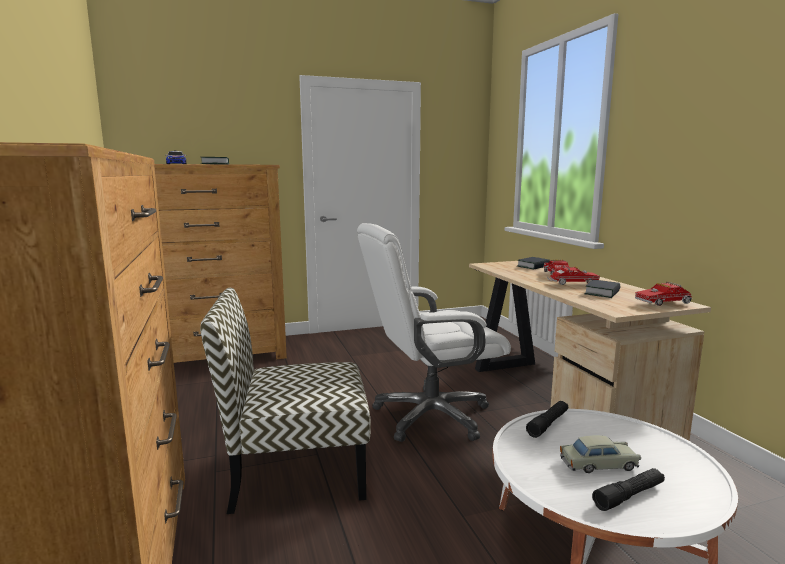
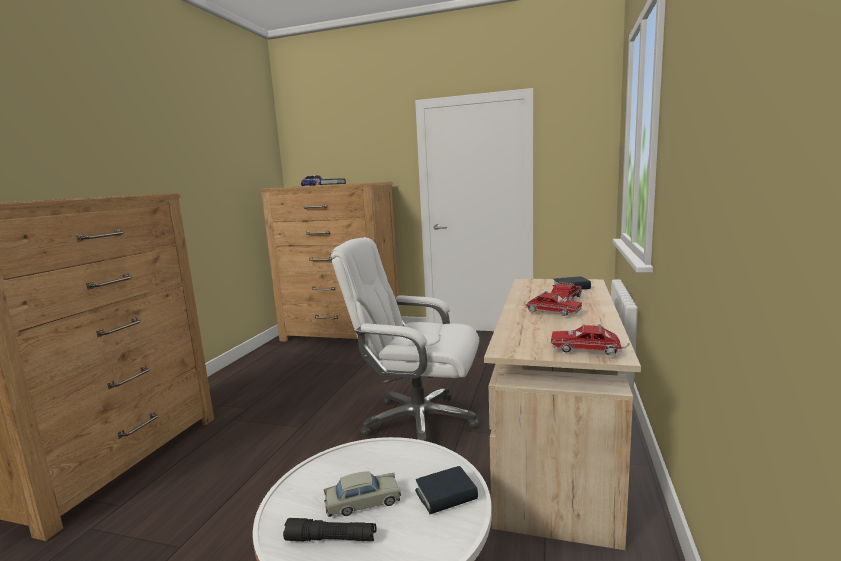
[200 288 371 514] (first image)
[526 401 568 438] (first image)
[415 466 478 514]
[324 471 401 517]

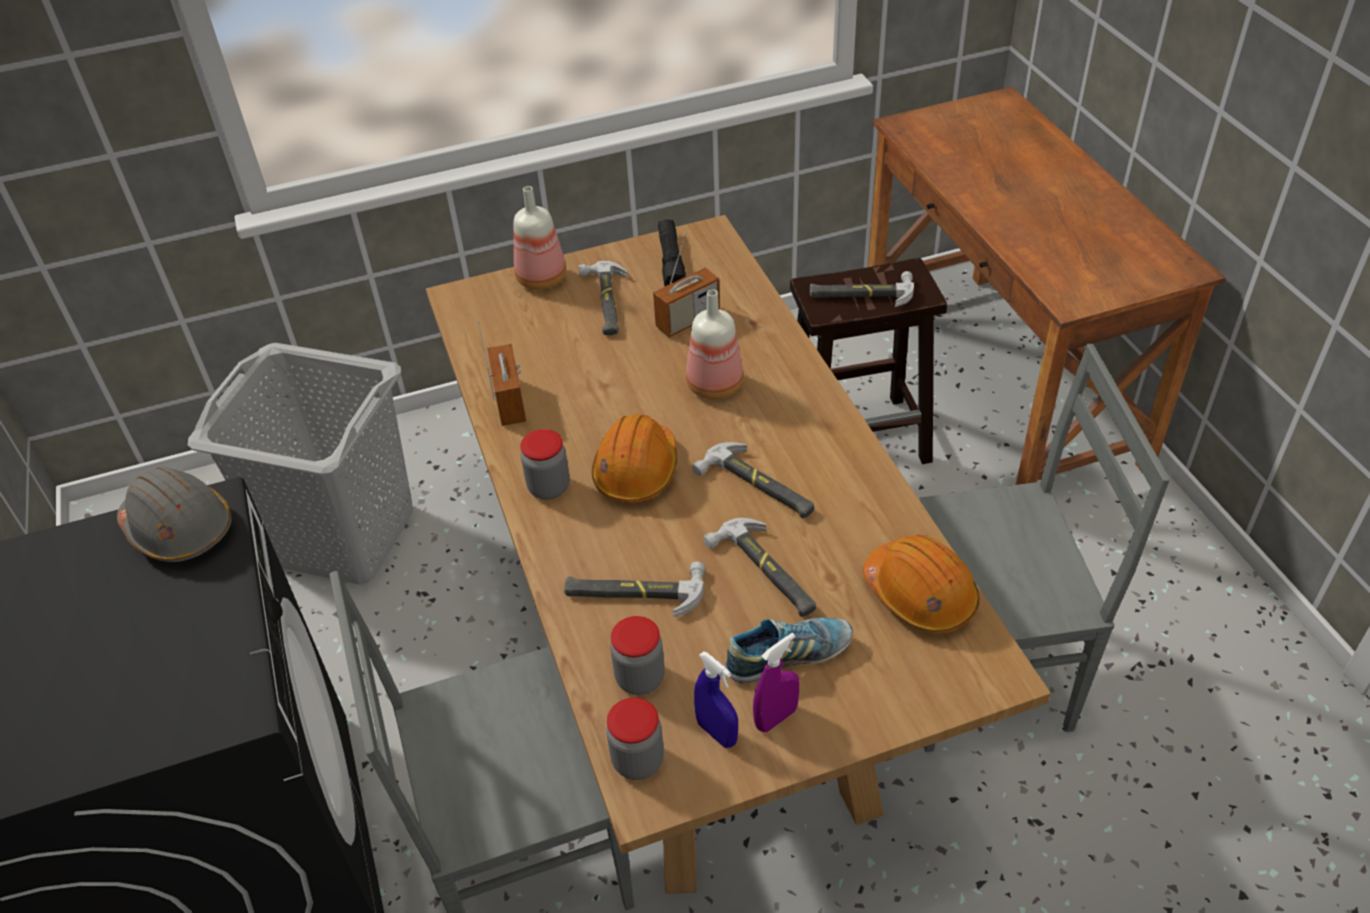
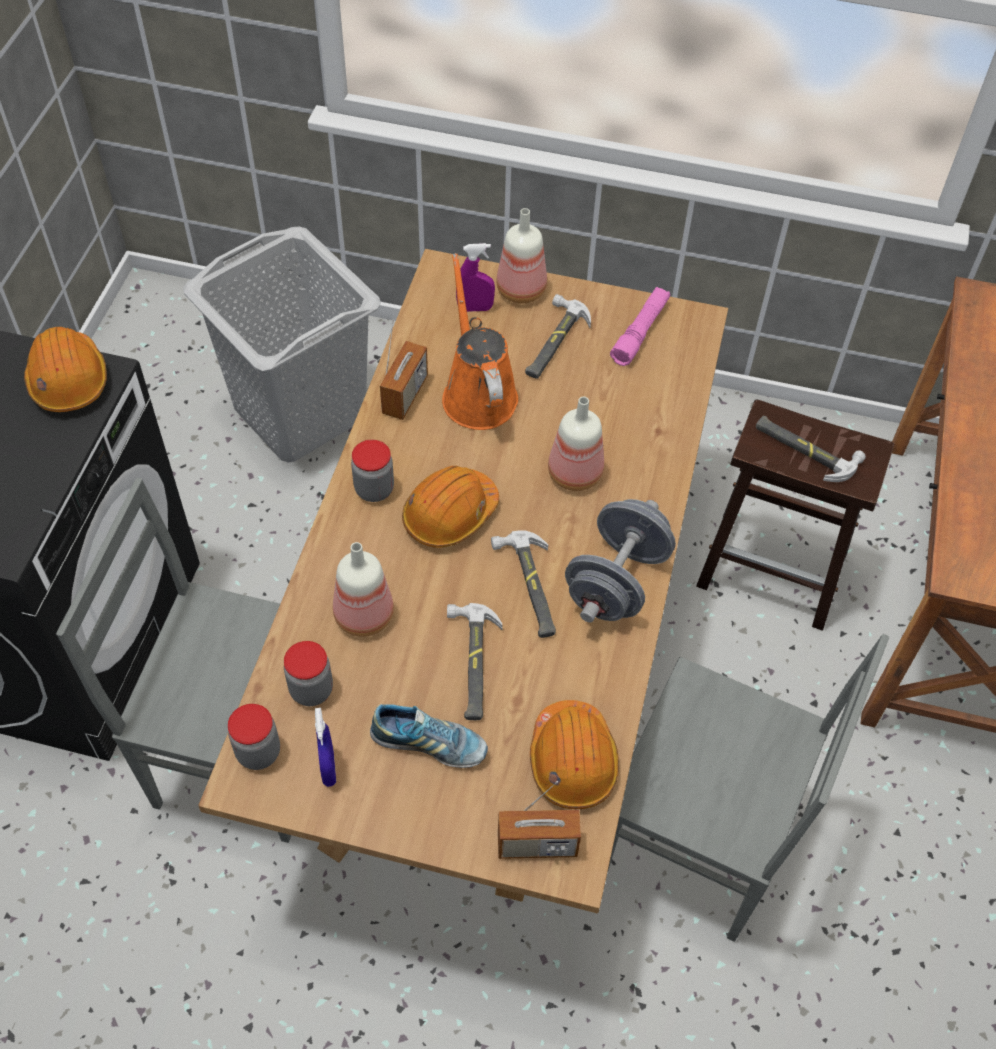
[442 253 518 430]
[565 499 676 622]
[498 781 581 859]
[456 243 495 312]
[333 542 394 637]
[24 327 107 412]
[610 287 670 366]

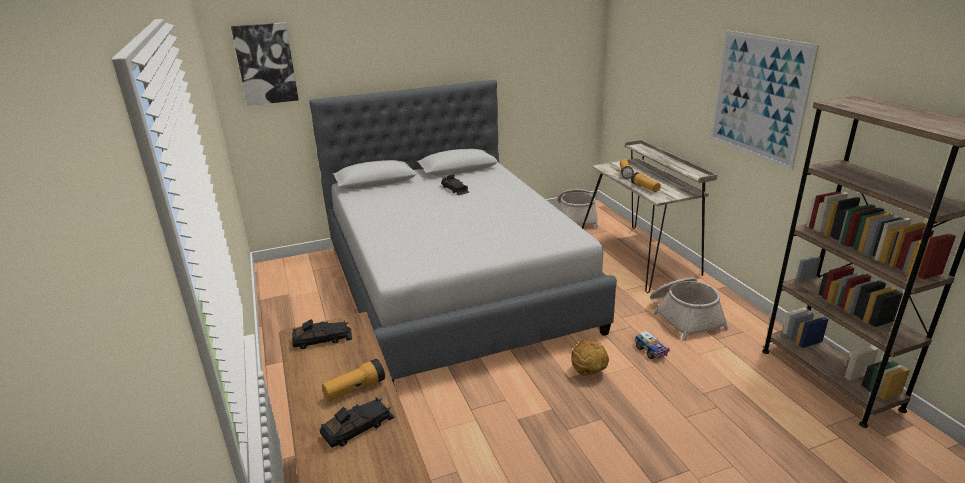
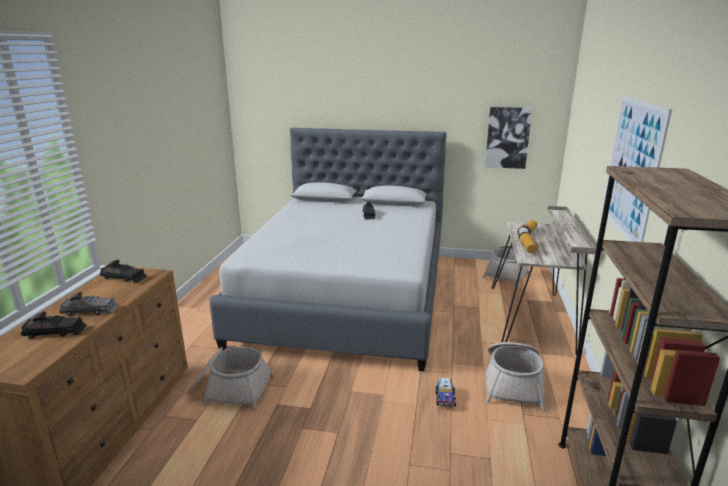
[571 340 609 376] (first image)
[187 347 274 411]
[485 107 532 169]
[59 292 119 316]

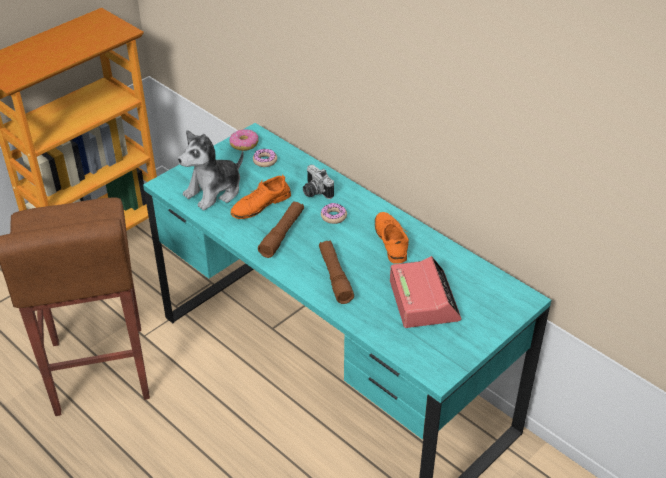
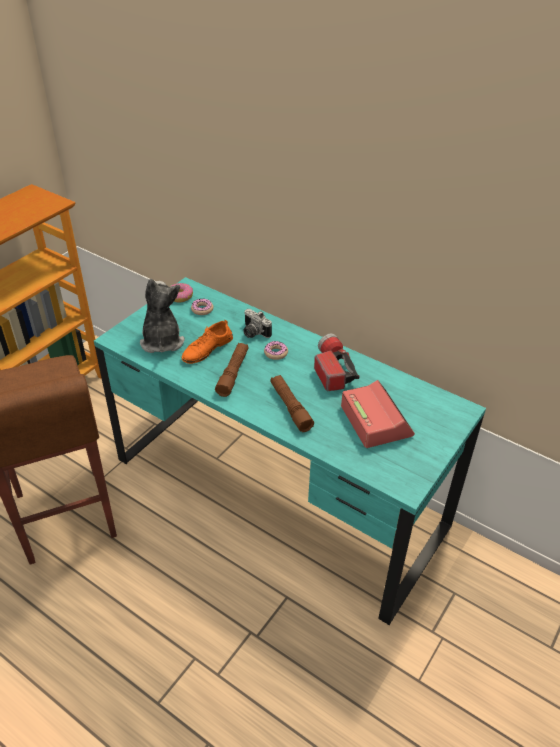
[314 334 359 391]
[140 279 185 353]

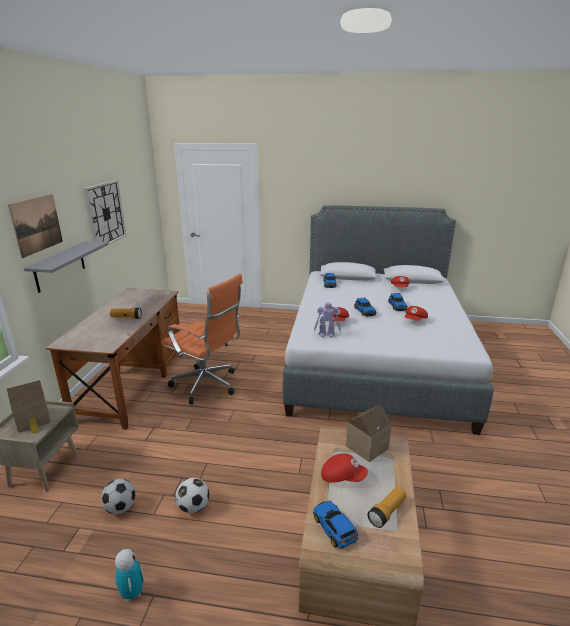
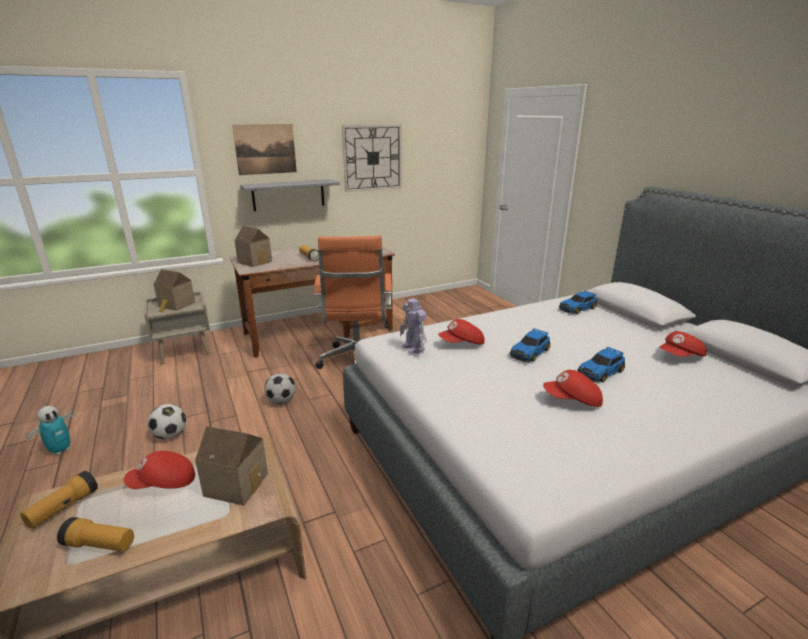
[234 226 272 267]
[265 373 296 404]
[20 471 98 529]
[124 451 195 489]

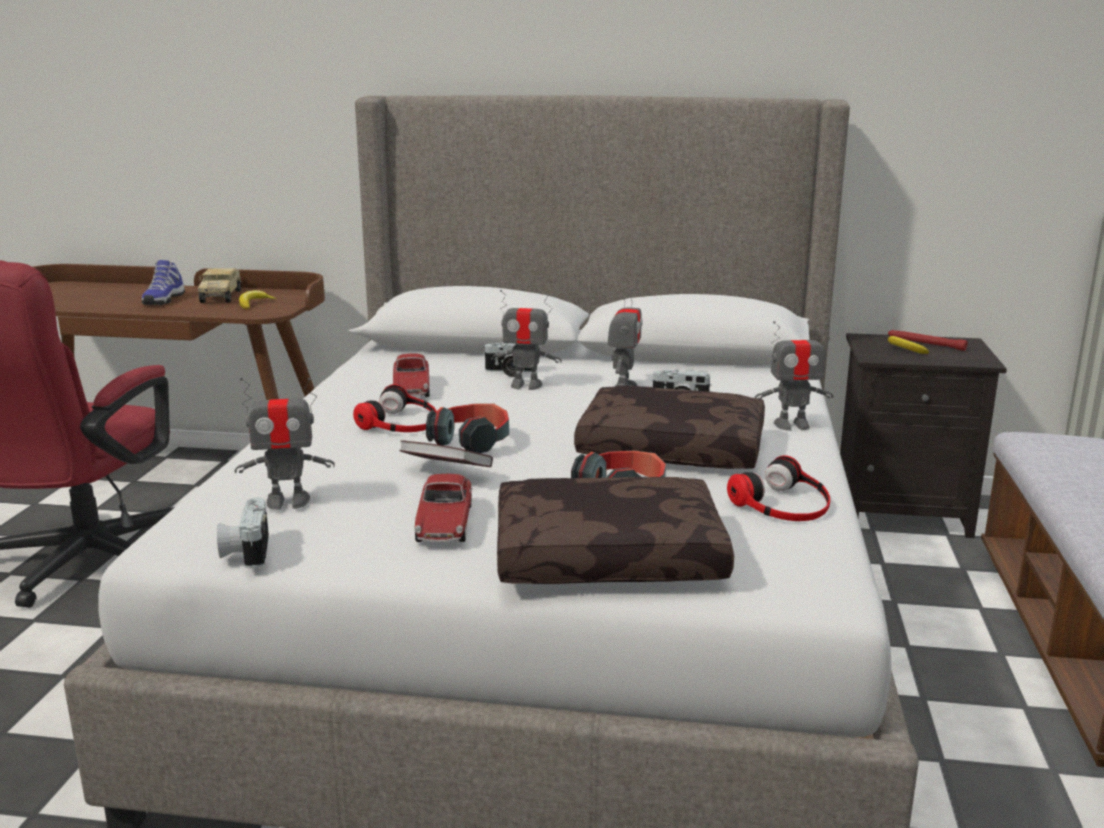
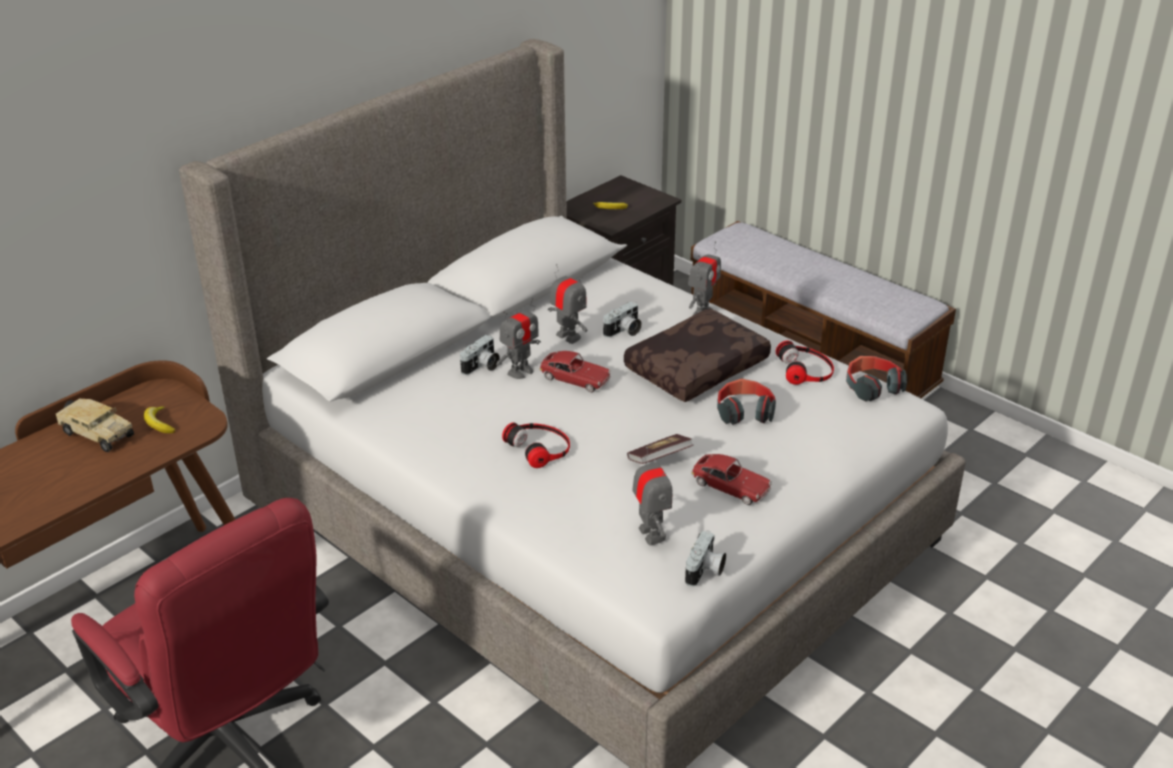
[142 260 185 305] (first image)
[497 477 734 584] (first image)
[888 330 967 351] (first image)
[539 351 611 392]
[846 356 907 401]
[685 531 726 587]
[632 447 672 546]

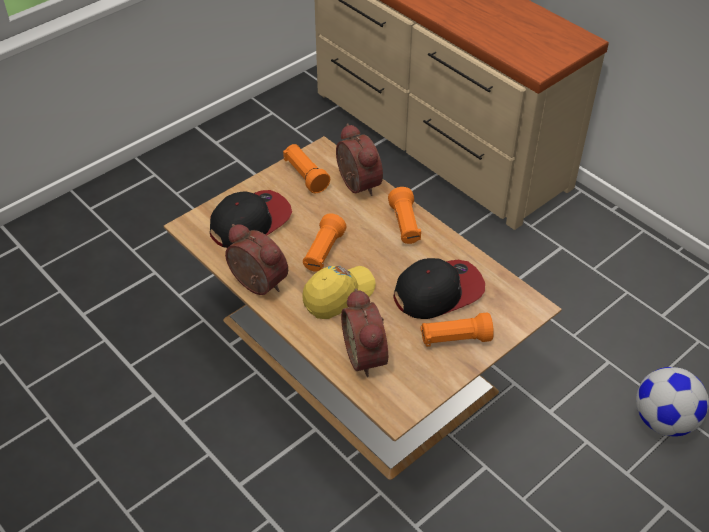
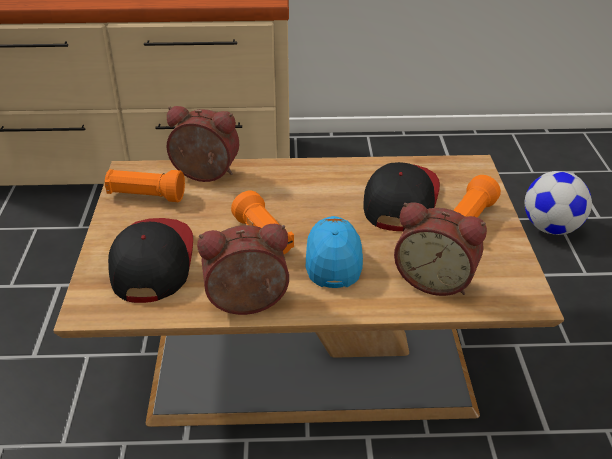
[388 187 421 244] (first image)
[306 216 363 288]

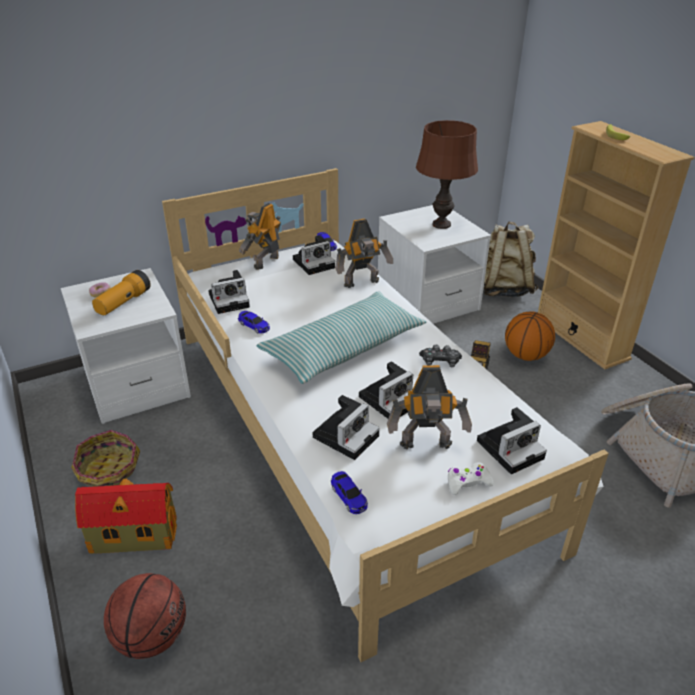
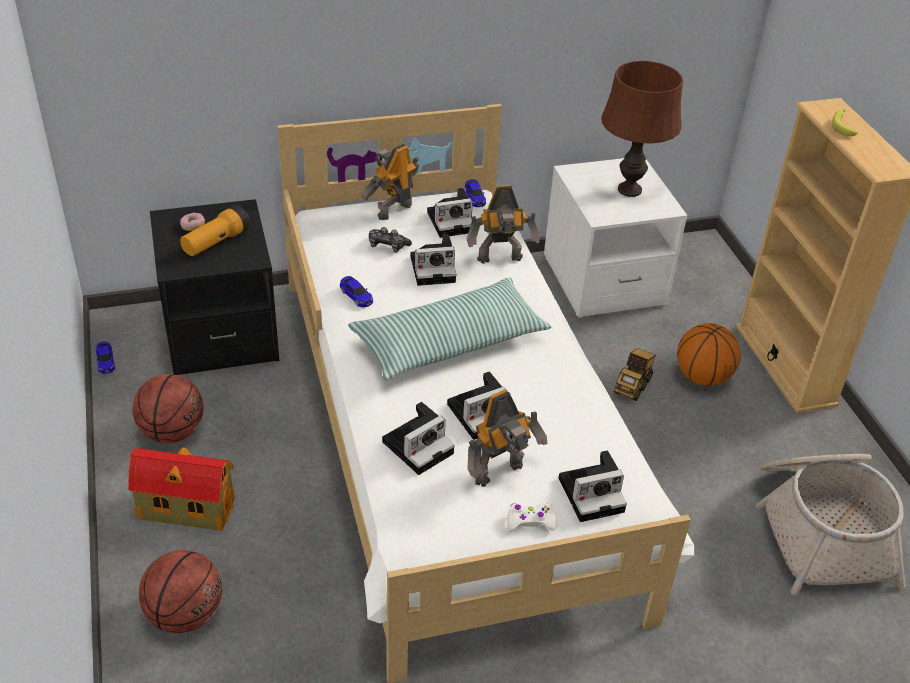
[484 222 538 297] (first image)
[411 234 456 286]
[96 342 115 374]
[369 227 412 252]
[132 374 204 443]
[150 199 279 375]
[468 389 547 487]

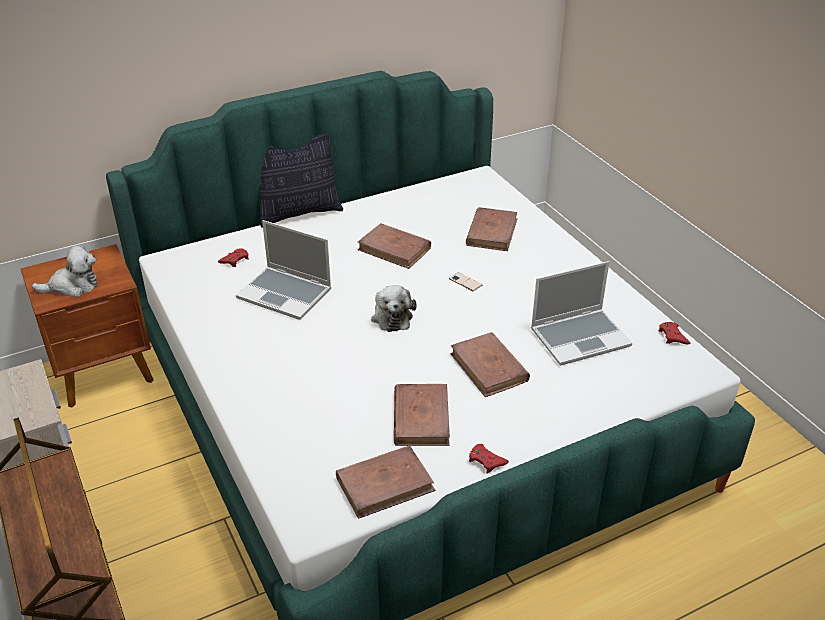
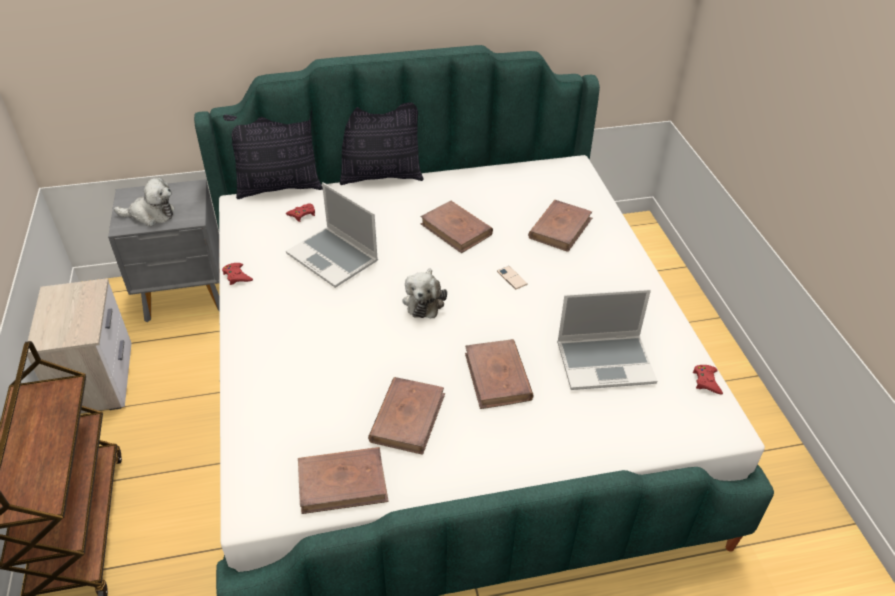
[223 110 323 199]
[222 263 253 285]
[108 179 220 322]

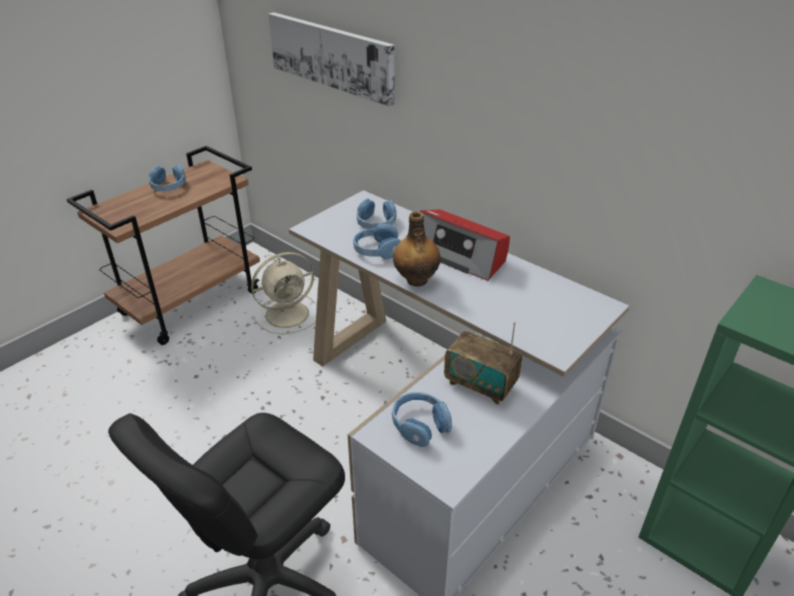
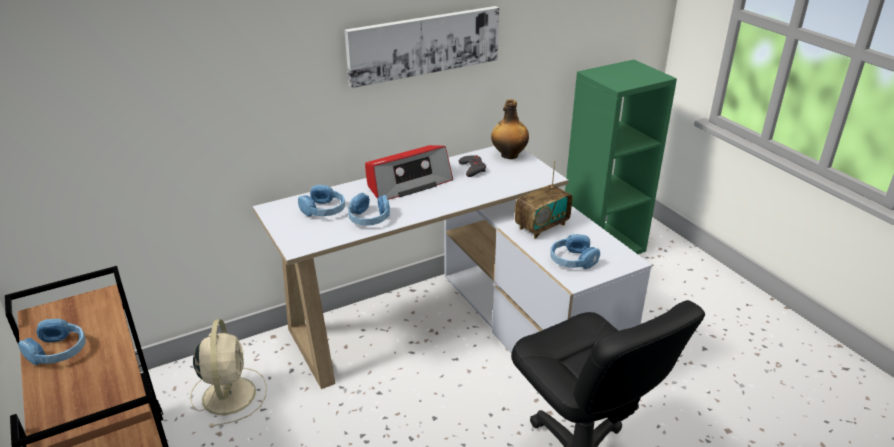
[459 155 486 177]
[345 6 499 88]
[491 99 529 159]

